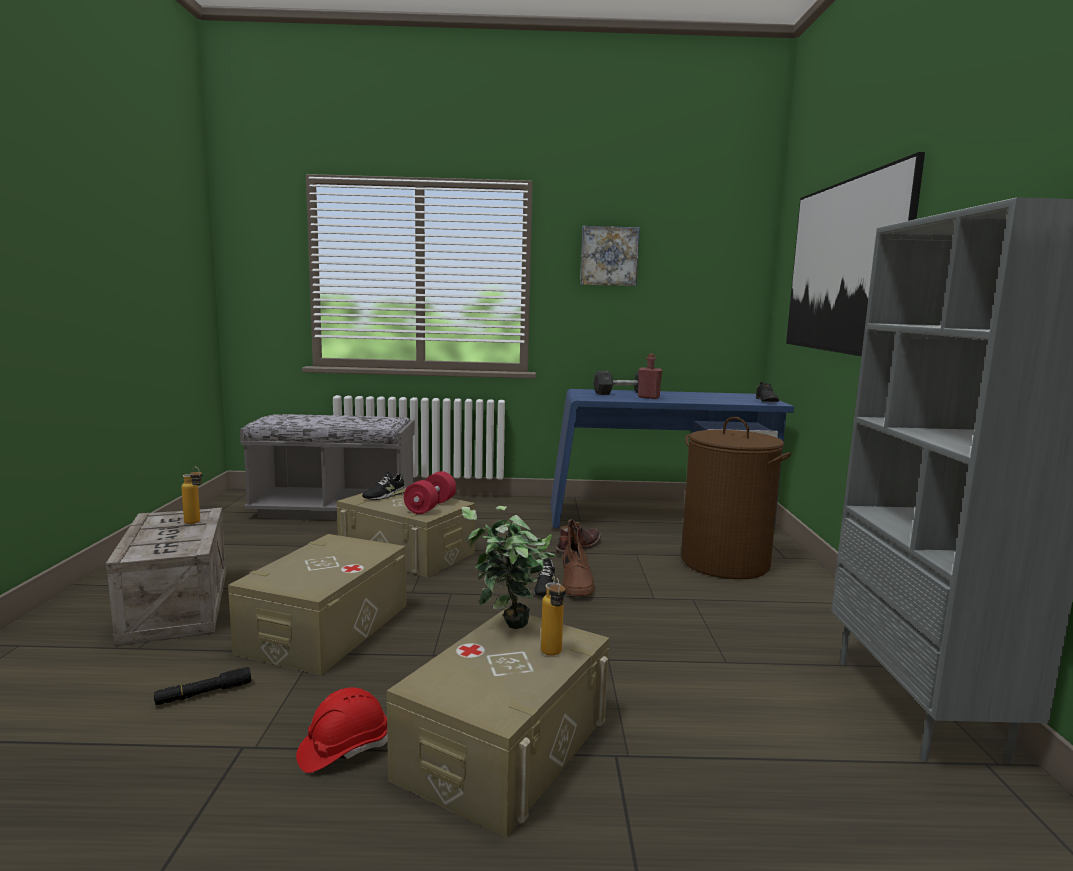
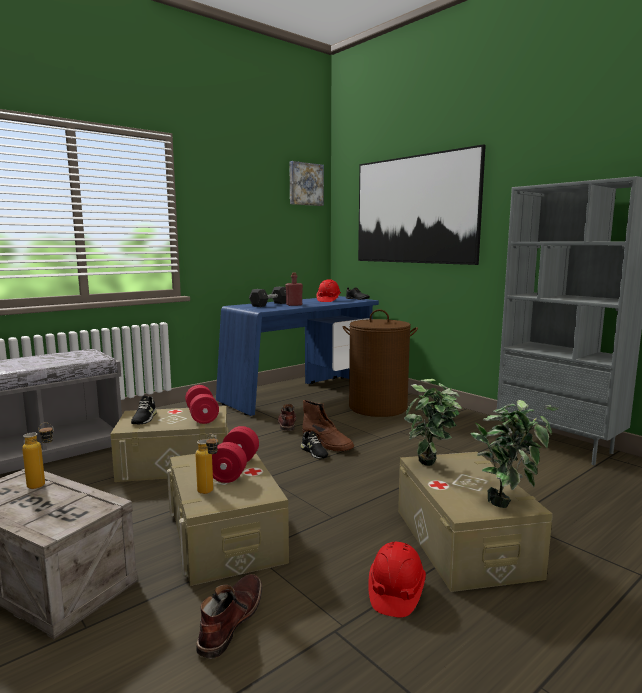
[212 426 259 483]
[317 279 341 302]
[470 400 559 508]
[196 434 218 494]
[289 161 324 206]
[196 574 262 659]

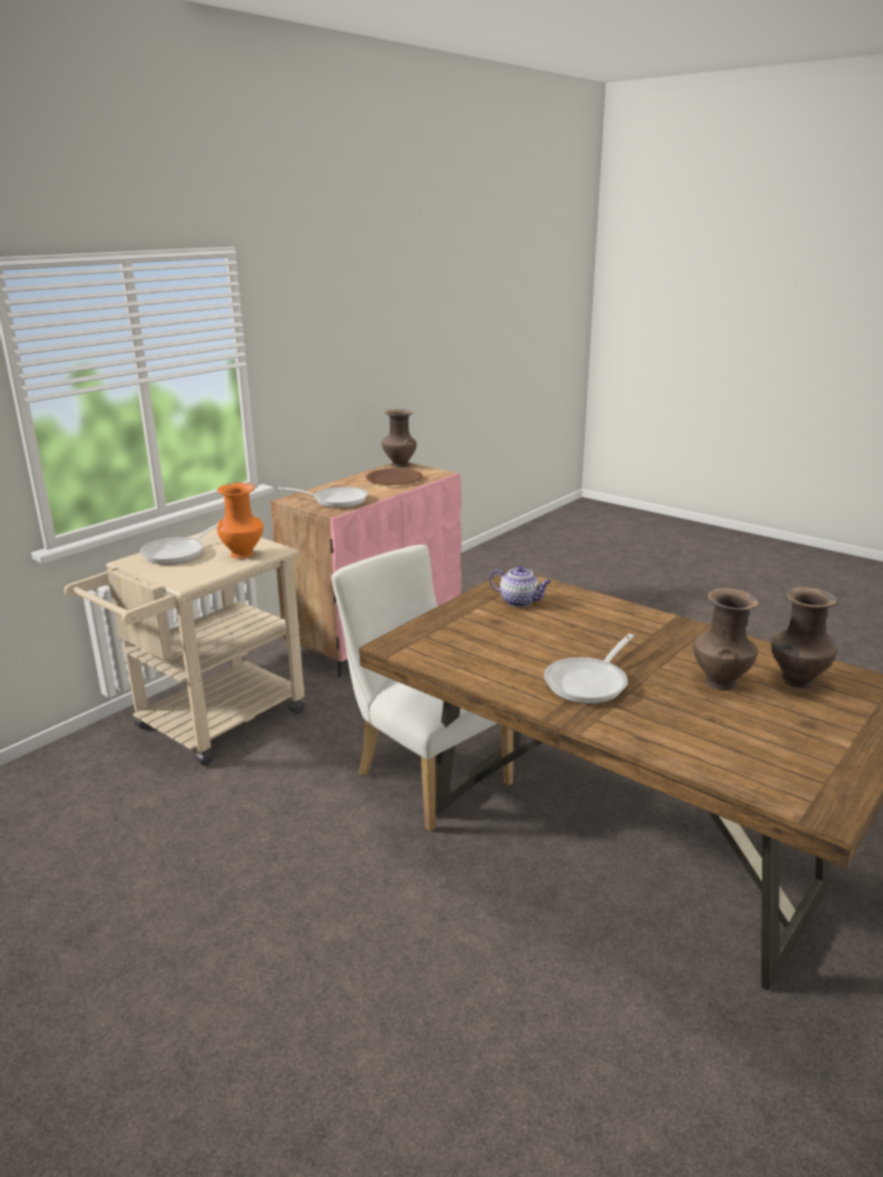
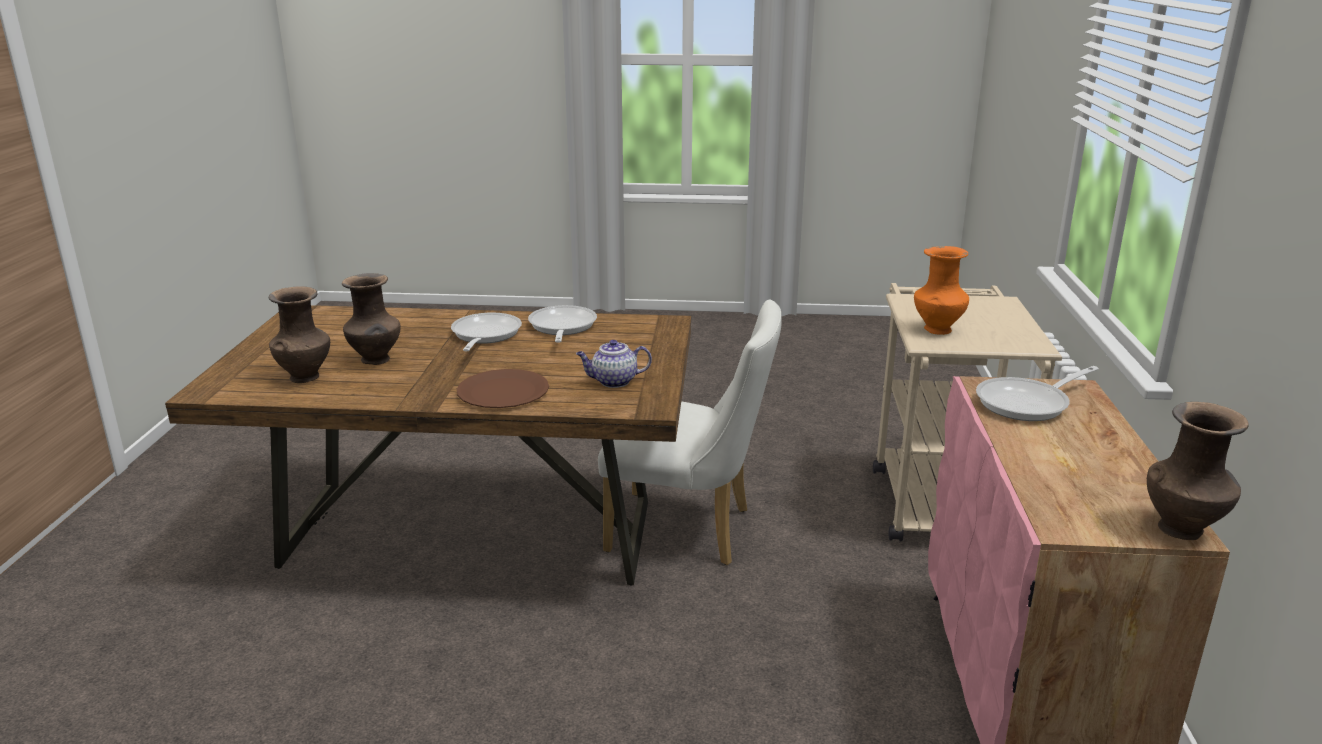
[528 305 597 343]
[457 369 549 408]

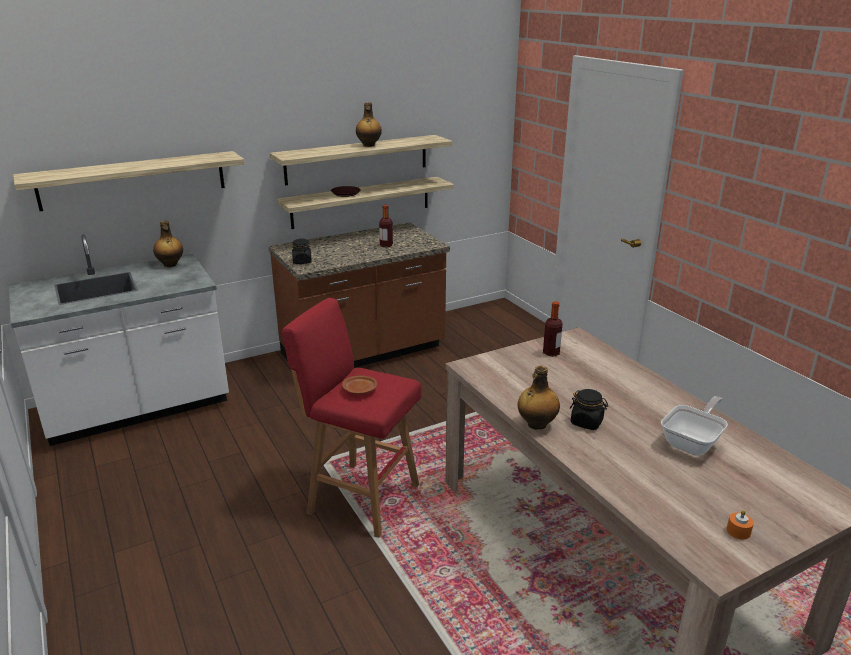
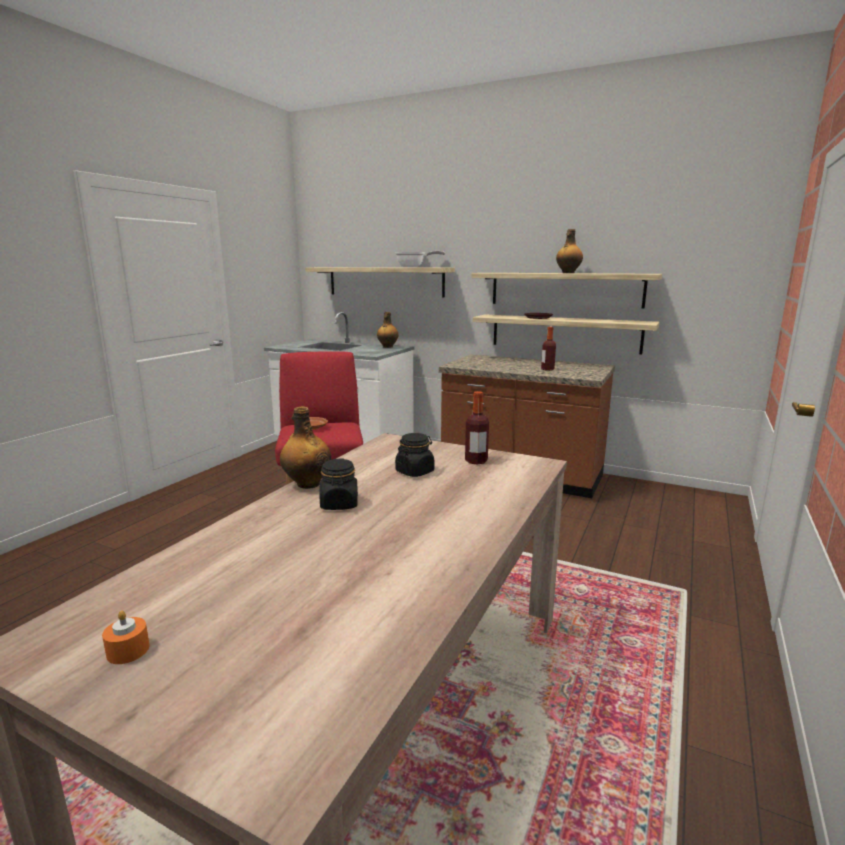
[395 433 434 477]
[395 251 445 267]

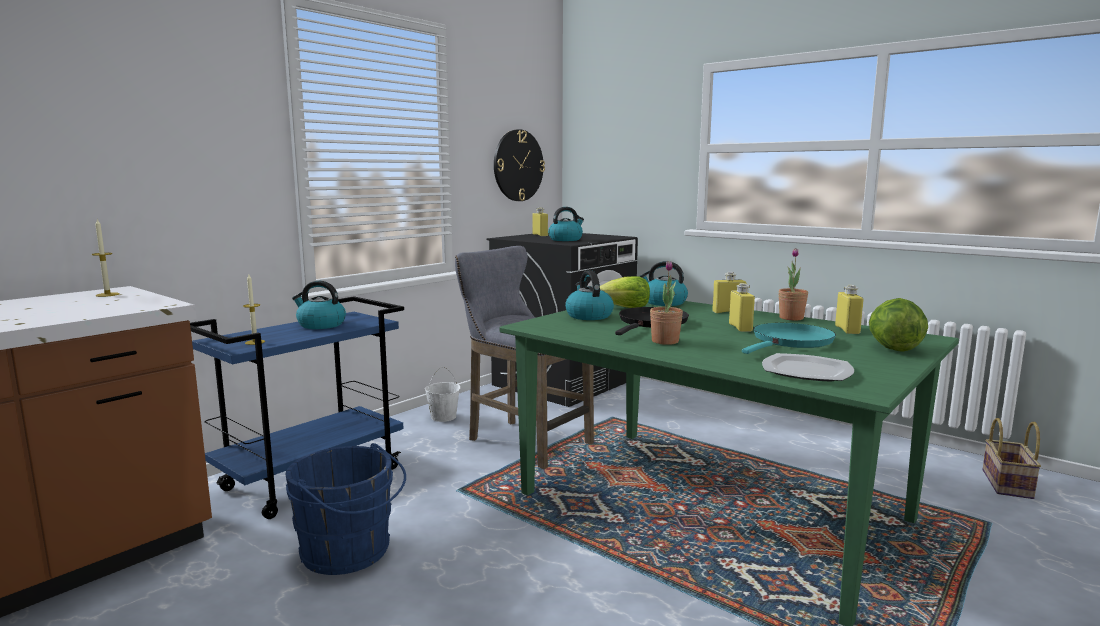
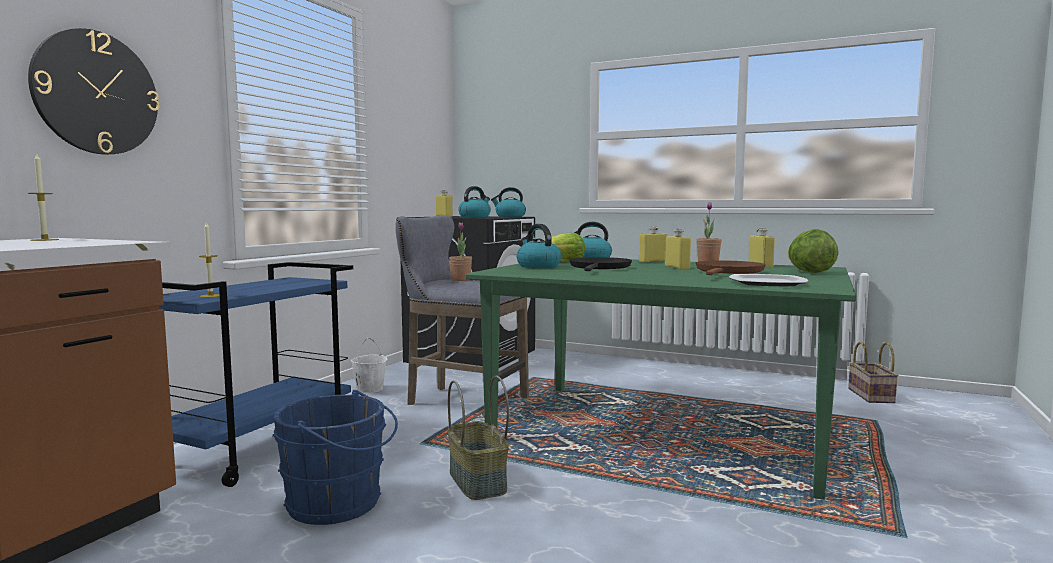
[448 376 509 500]
[491 187 526 217]
[28 28 160 155]
[449 222 472 281]
[696 260 766 275]

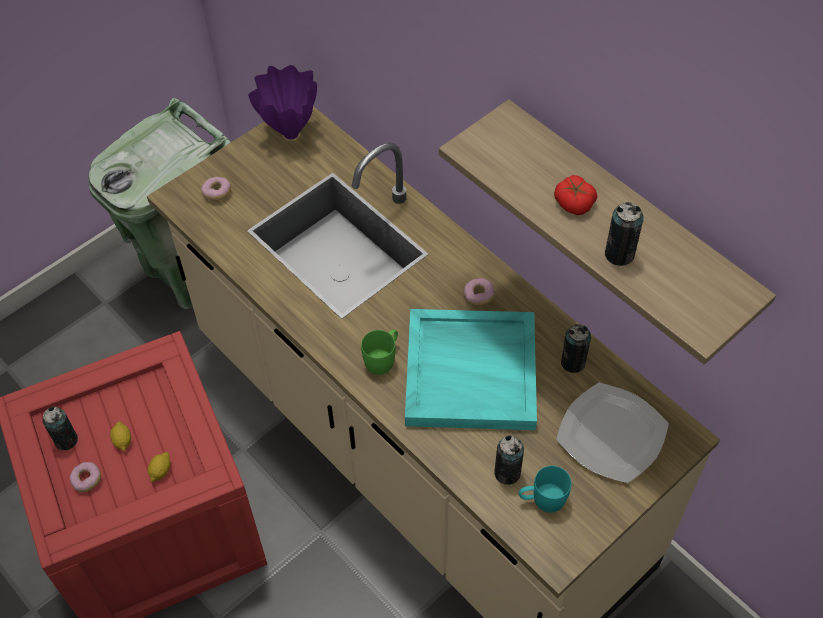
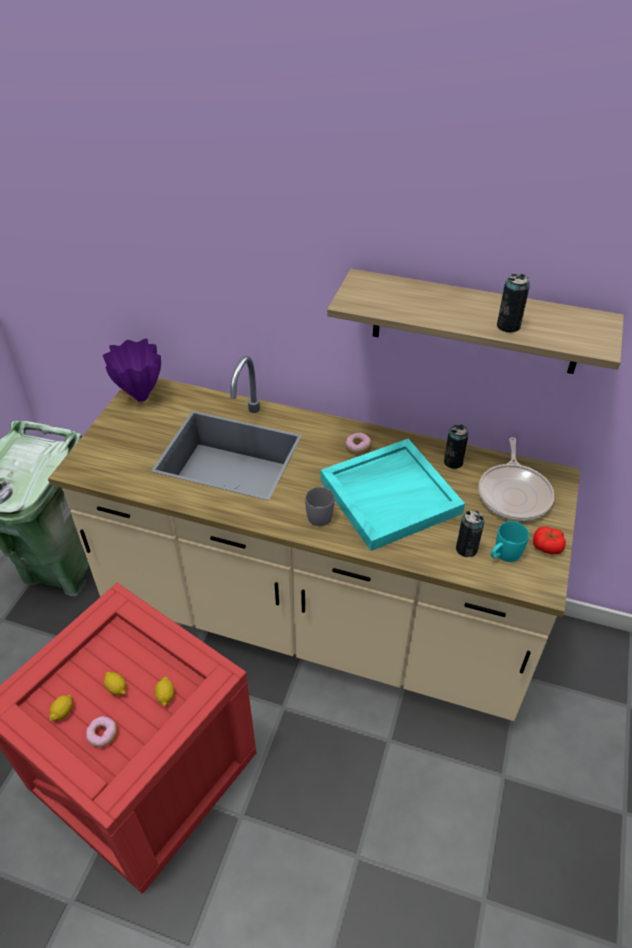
[201 177 231 201] (first image)
[533 526 566 554]
[49 694 73 721]
[478 437 554 521]
[305 486 334 526]

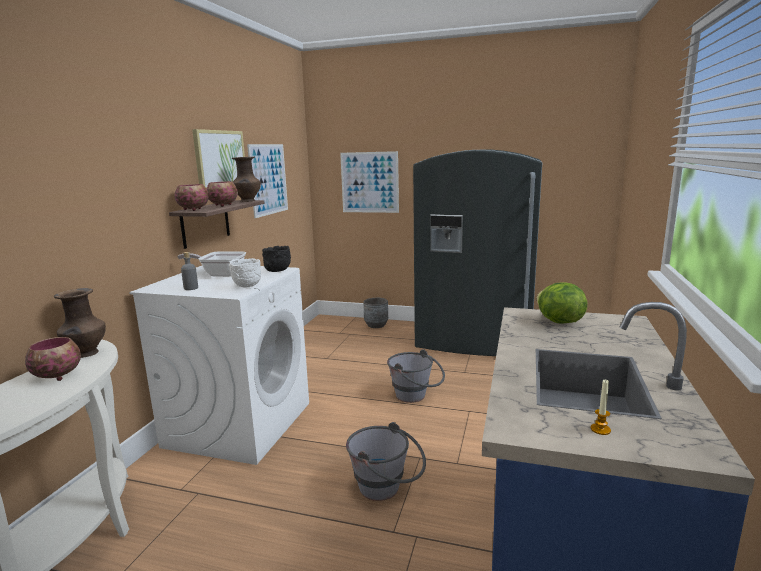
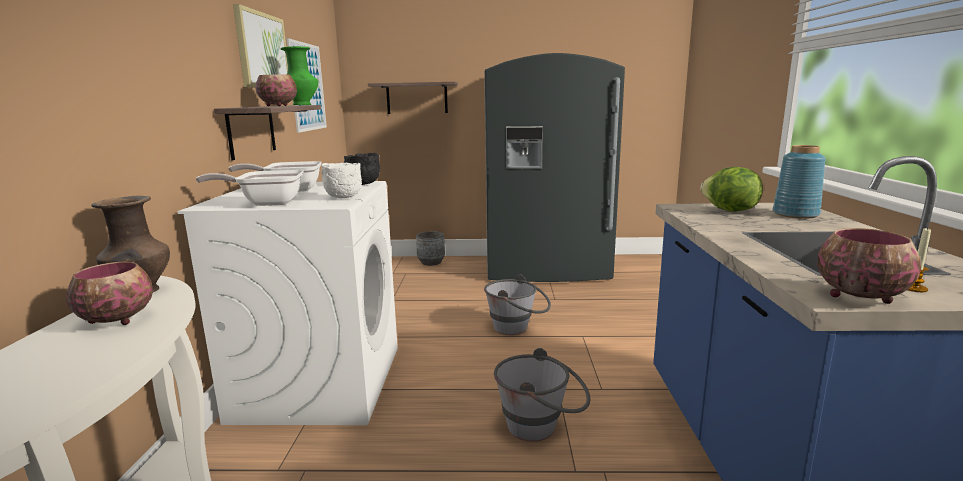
[772 145 826 219]
[817 228 921 304]
[196 170 304 206]
[368 82 458 114]
[280 46 318 105]

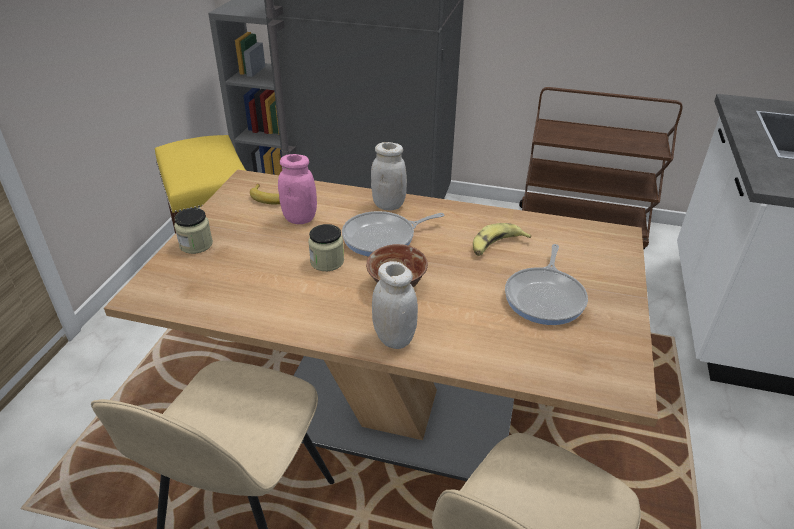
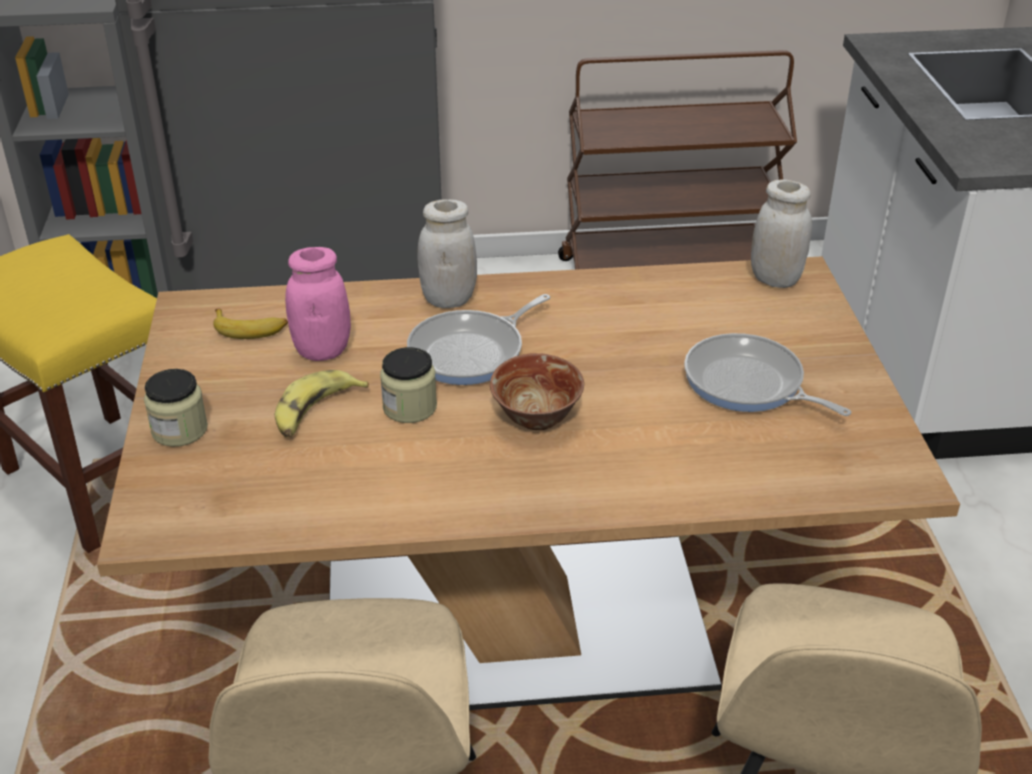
[751 179 812 288]
[275 370 369 437]
[684 333 851 416]

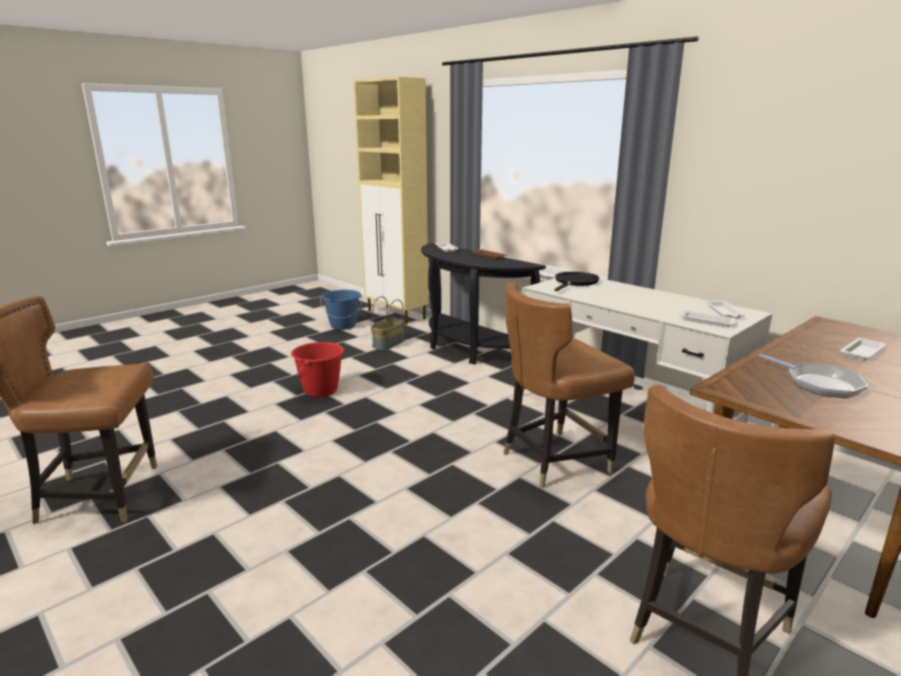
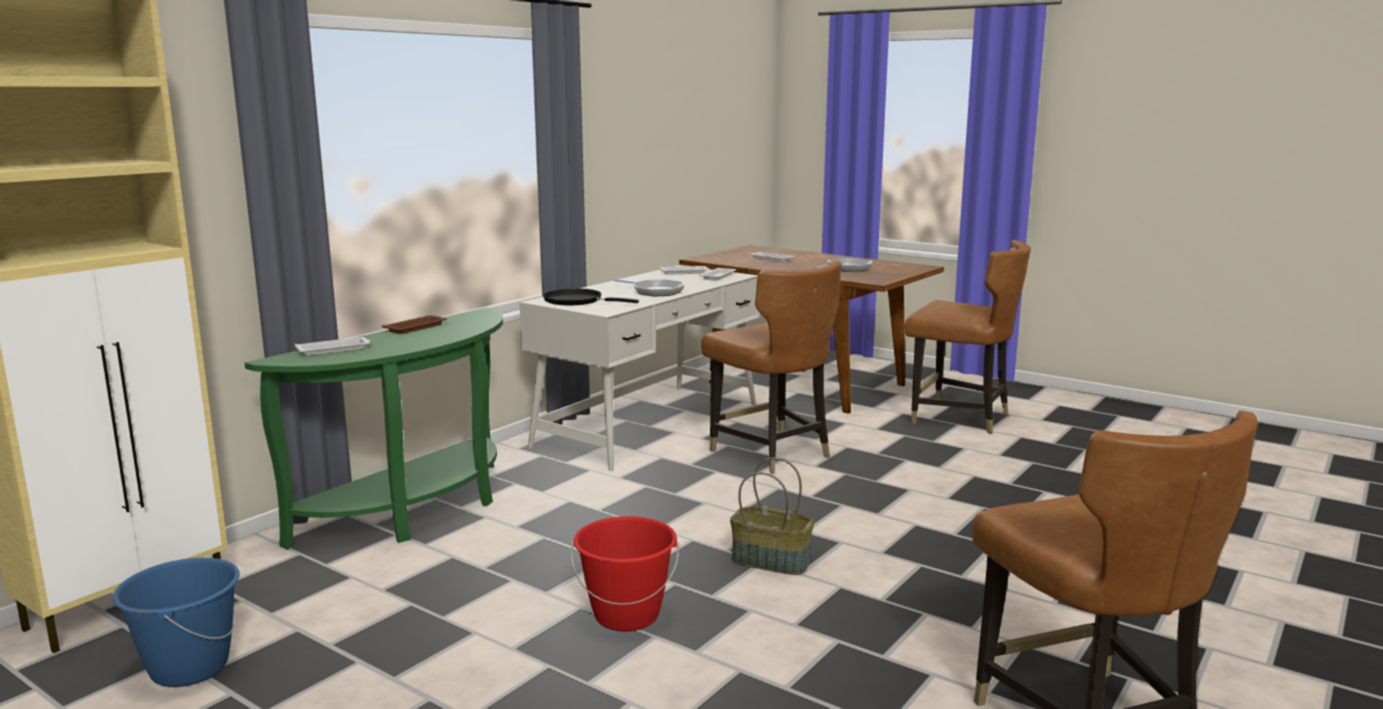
[614 279 684 296]
[730 457 814 575]
[245 307 503 550]

